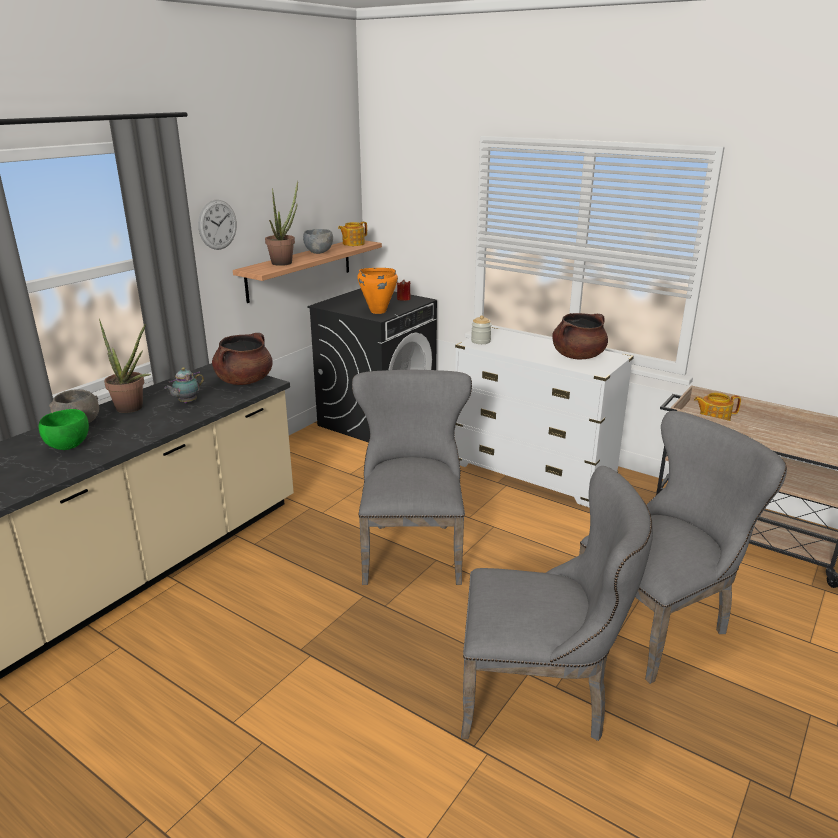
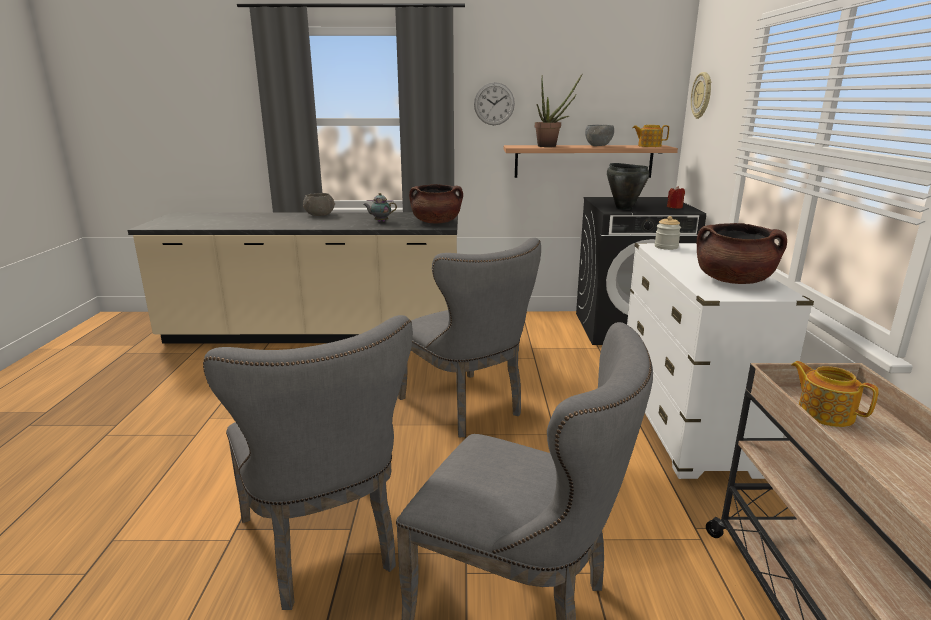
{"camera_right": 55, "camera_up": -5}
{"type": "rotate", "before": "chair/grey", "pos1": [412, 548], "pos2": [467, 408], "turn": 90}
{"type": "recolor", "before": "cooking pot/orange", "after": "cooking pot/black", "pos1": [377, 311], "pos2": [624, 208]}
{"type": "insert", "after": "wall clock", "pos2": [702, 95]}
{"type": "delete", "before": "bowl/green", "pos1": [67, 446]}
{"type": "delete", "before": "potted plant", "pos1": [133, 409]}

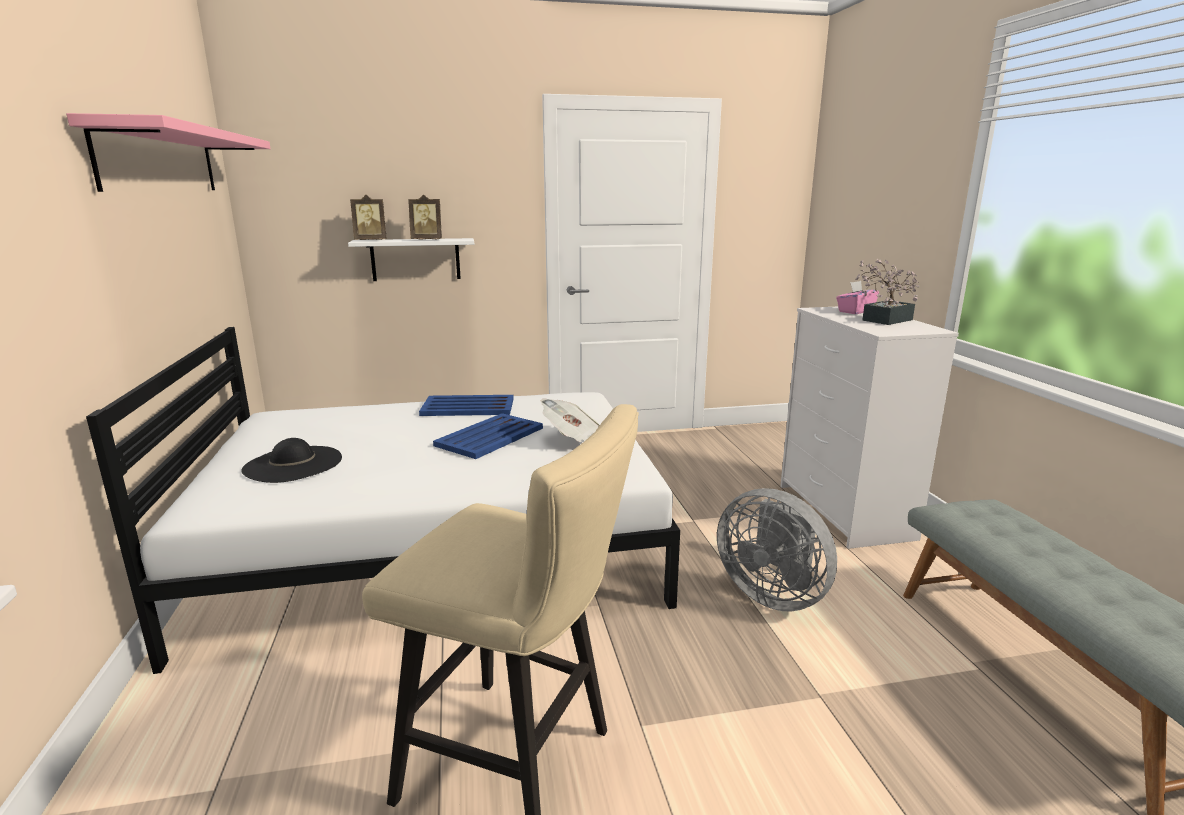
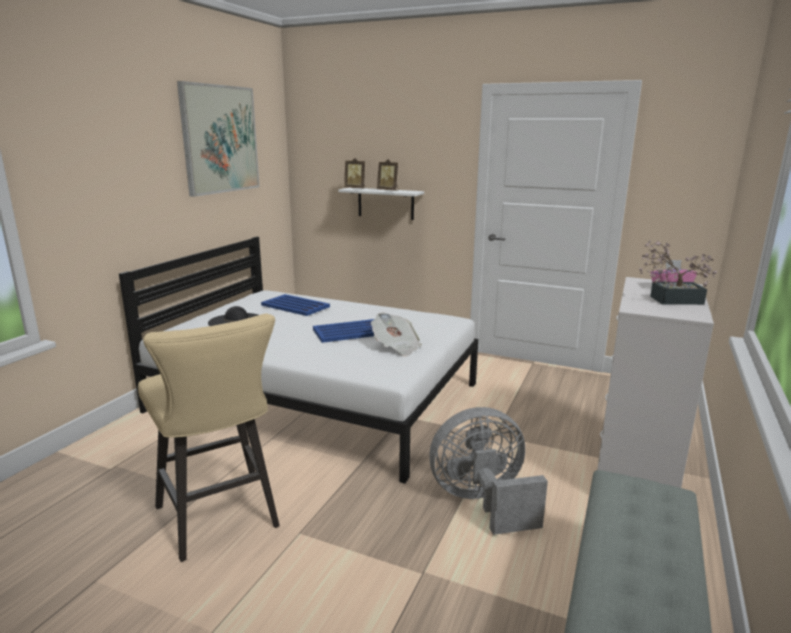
{"camera_right": 35, "camera_up": 0}
{"type": "replace", "before": "shelf/pink", "after": "picture", "pos1": [160, 160], "pos2": [220, 139]}
{"type": "move", "before": "tray/blue", "pos1": [469, 407], "pos2": [295, 306]}
{"type": "rotate", "before": "fan/grey", "pos1": [772, 594], "pos2": [482, 502], "turn": 90}

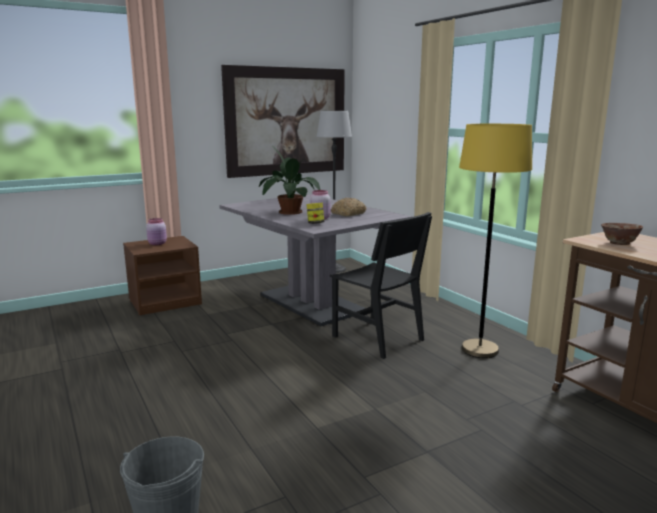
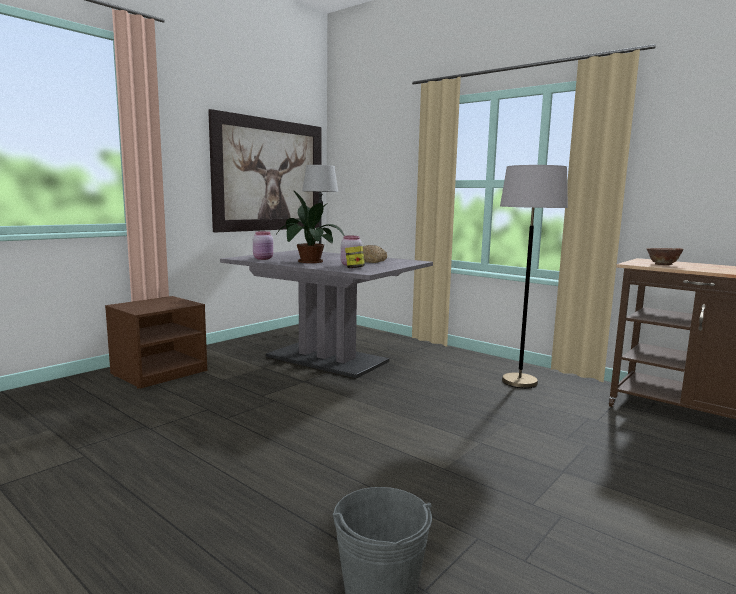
{"camera_right": -20, "camera_up": -5}
{"type": "move", "before": "jar/pink", "pos1": [158, 244], "pos2": [263, 259]}
{"type": "recolor", "before": "floor lamp/yellow", "after": "floor lamp/grey", "pos1": [479, 350], "pos2": [519, 382]}
{"type": "delete", "before": "chair/black", "pos1": [377, 338]}

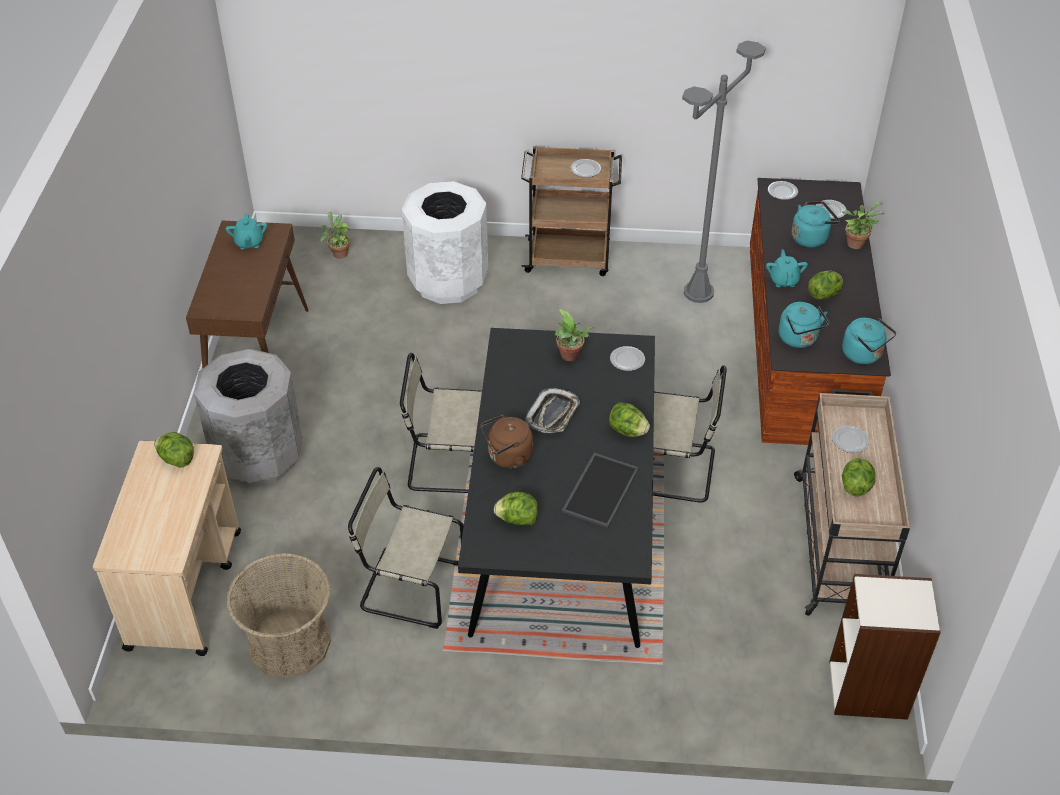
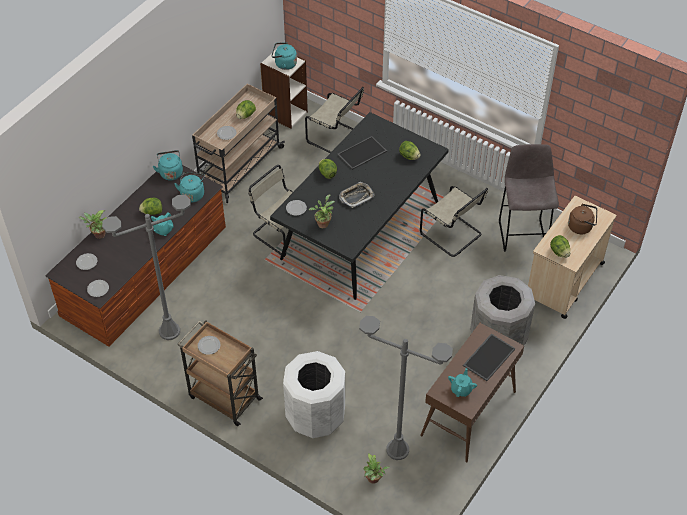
{"camera_right": -150, "camera_up": 5}
{"type": "move", "before": "kettle/turquoise", "pos1": [811, 237], "pos2": [284, 64]}
{"type": "move", "before": "chair/beige", "pos1": [446, 463], "pos2": [336, 139]}
{"type": "insert", "after": "floor lamp/grey", "pos2": [397, 449]}
{"type": "insert", "after": "tray", "pos2": [488, 356]}
{"type": "replace", "before": "basket", "after": "stool/grey", "pos1": [289, 643], "pos2": [522, 233]}
{"type": "move", "before": "kettle/brown", "pos1": [507, 457], "pos2": [581, 227]}

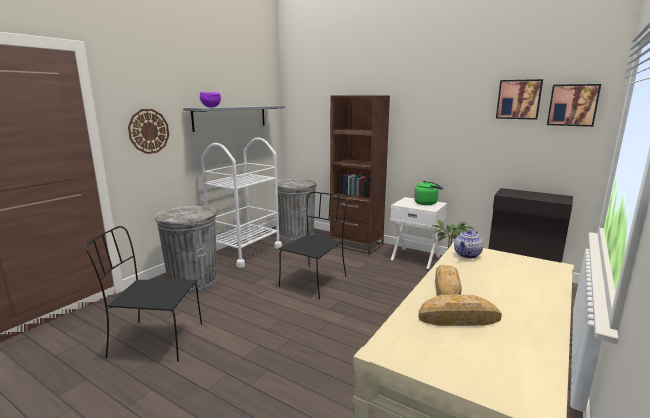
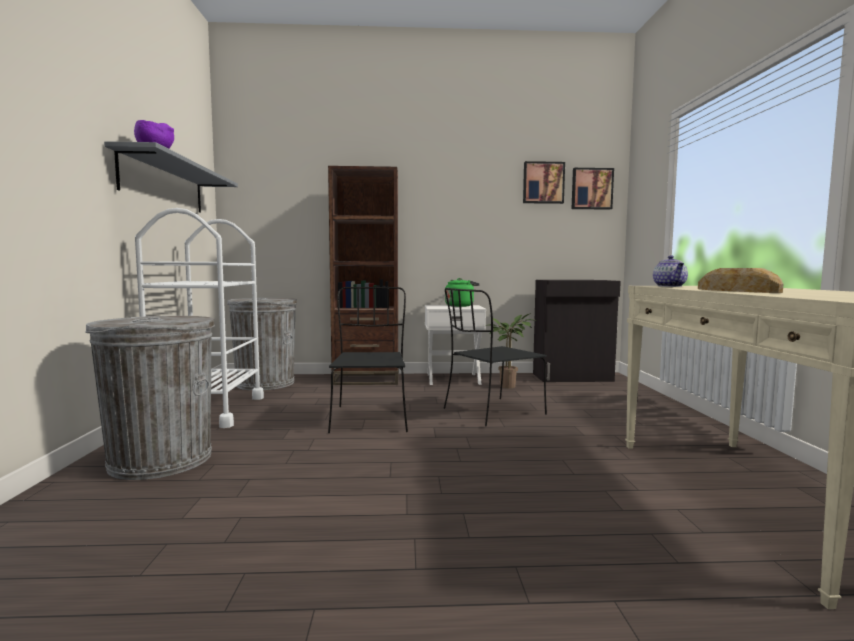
{"camera_right": -35, "camera_up": -10}
{"type": "move", "before": "chair/black", "pos1": [154, 340], "pos2": [491, 412]}
{"type": "delete", "before": "wall clock", "pos1": [149, 131]}
{"type": "delete", "before": "bread", "pos1": [459, 318]}

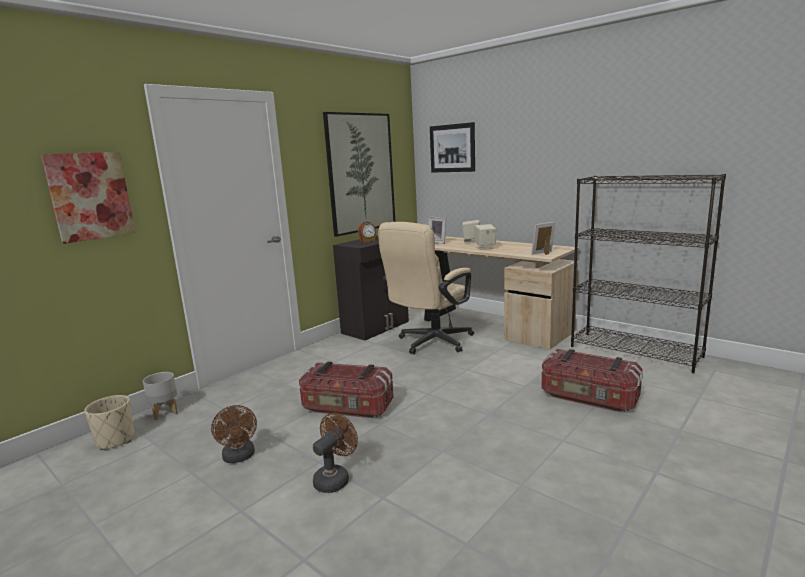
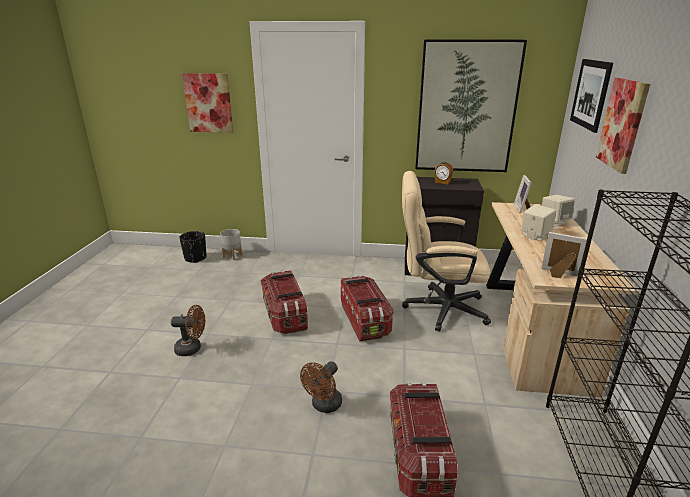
{"camera_right": 55, "camera_up": 10}
{"type": "recolor", "before": "planter/beige", "after": "planter/black", "pos1": [115, 440], "pos2": [195, 258]}
{"type": "move", "before": "fan/brown", "pos1": [239, 457], "pos2": [324, 406]}
{"type": "insert", "after": "storage box", "pos2": [364, 320]}
{"type": "insert", "after": "picture", "pos2": [622, 124]}

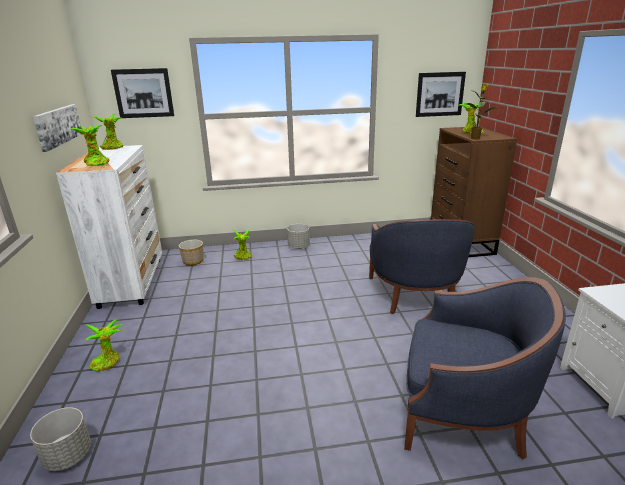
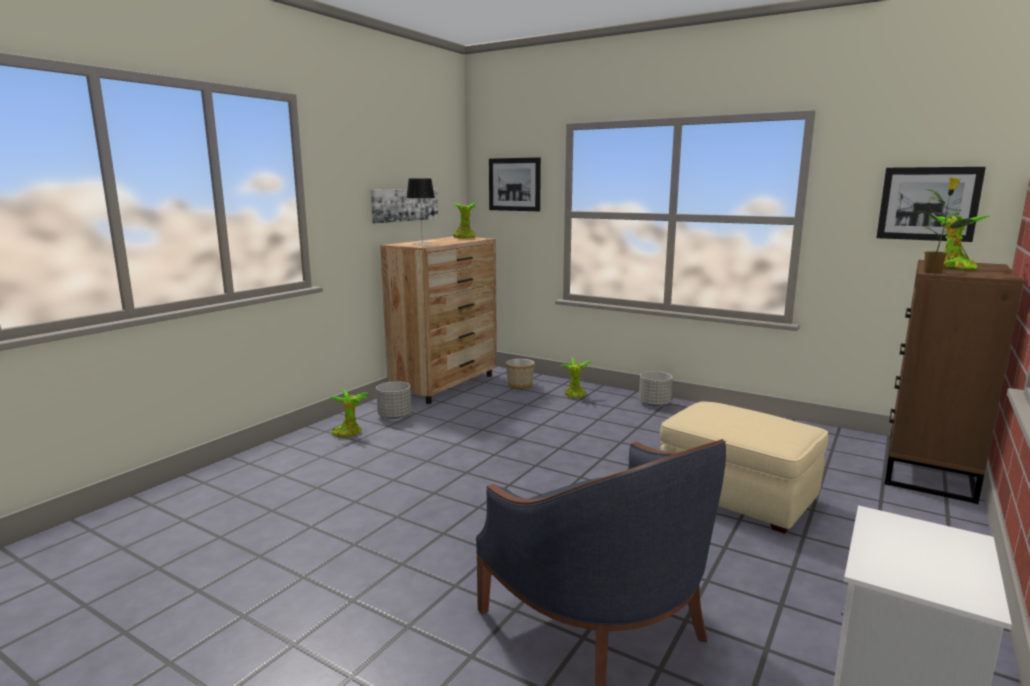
{"camera_right": 40, "camera_up": -10}
{"type": "move", "before": "planter/grey", "pos1": [68, 455], "pos2": [394, 416]}
{"type": "recolor", "before": "dresser/white", "after": "dresser/brown", "pos1": [132, 281], "pos2": [445, 385]}
{"type": "replace", "before": "potted plant", "after": "table lamp", "pos1": [96, 163], "pos2": [422, 243]}
{"type": "replace", "before": "armchair/blue", "after": "ottoman/beige", "pos1": [415, 294], "pos2": [735, 496]}

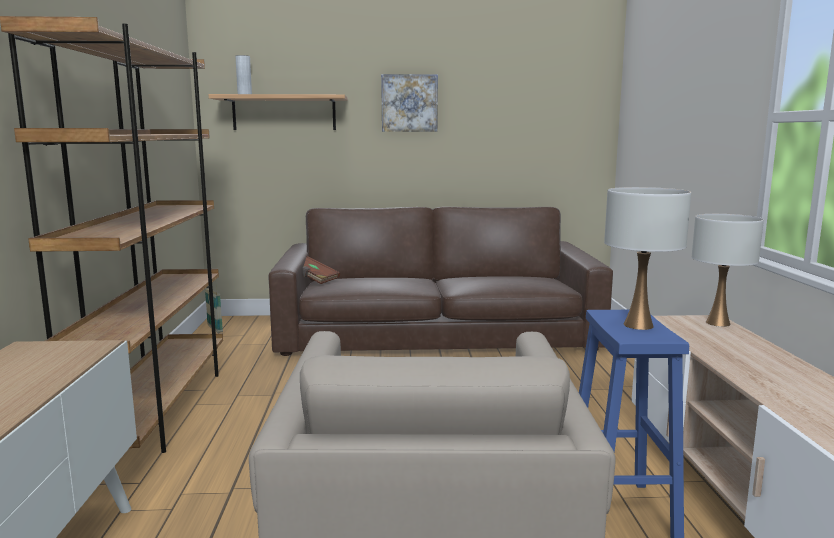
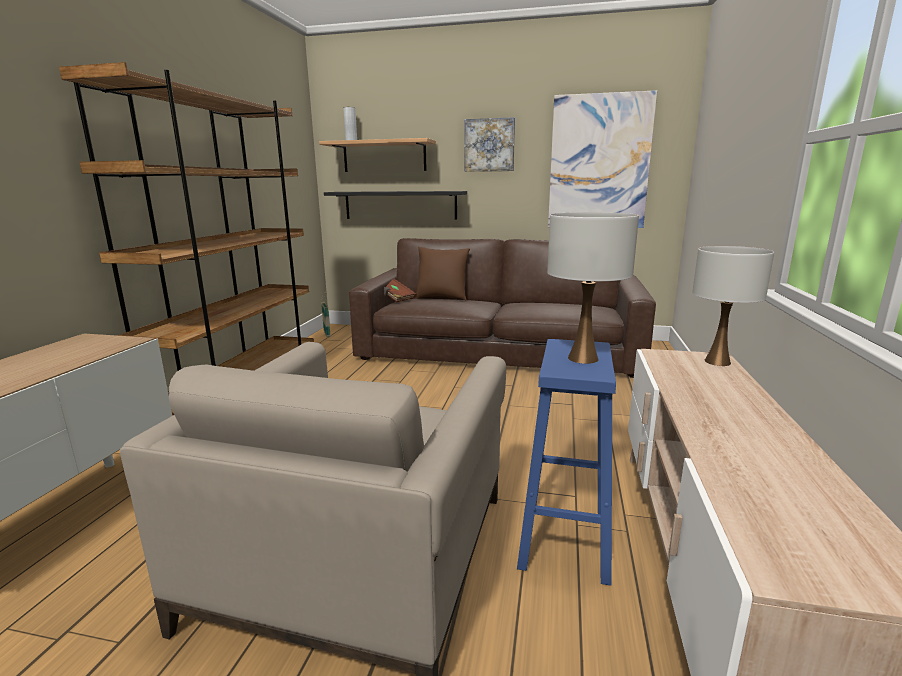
{"camera_right": 15, "camera_up": 5}
{"type": "insert", "after": "shelf/black", "pos2": [400, 205]}
{"type": "insert", "after": "pillow/brown", "pos2": [442, 298]}
{"type": "insert", "after": "picture", "pos2": [599, 162]}

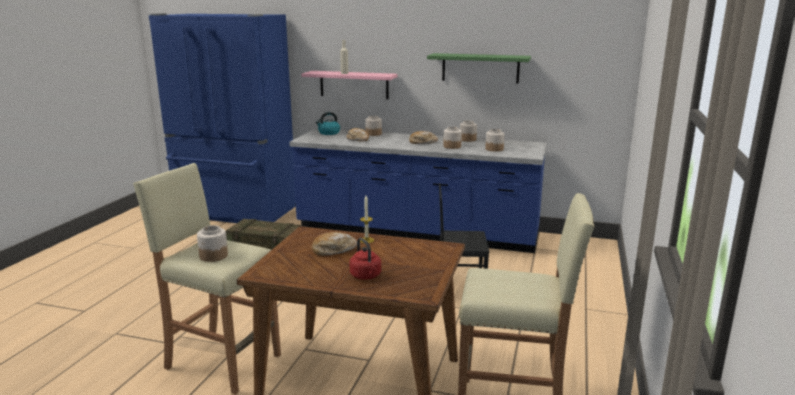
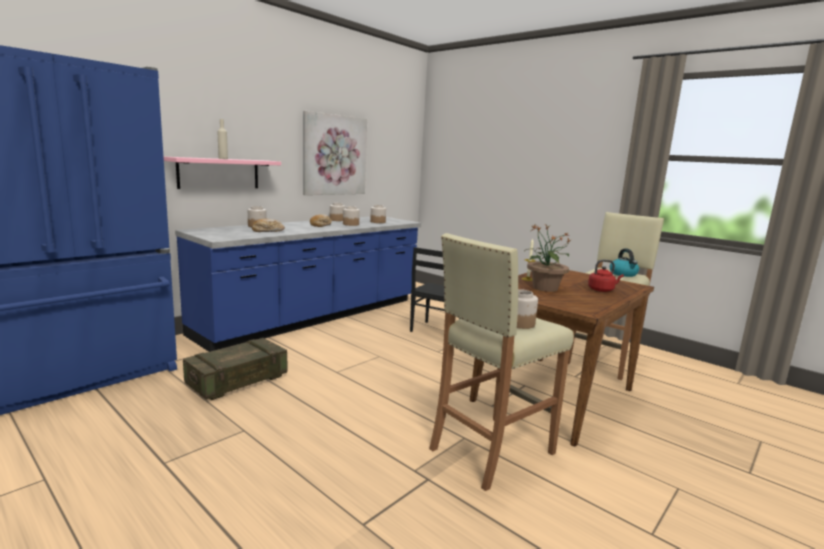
{"camera_right": -65, "camera_up": -5}
{"type": "replace", "before": "shelf/green", "after": "picture", "pos1": [480, 68], "pos2": [334, 155]}
{"type": "replace", "before": "bread", "after": "potted plant", "pos1": [334, 250], "pos2": [544, 288]}
{"type": "move", "before": "kettle", "pos1": [328, 133], "pos2": [623, 274]}

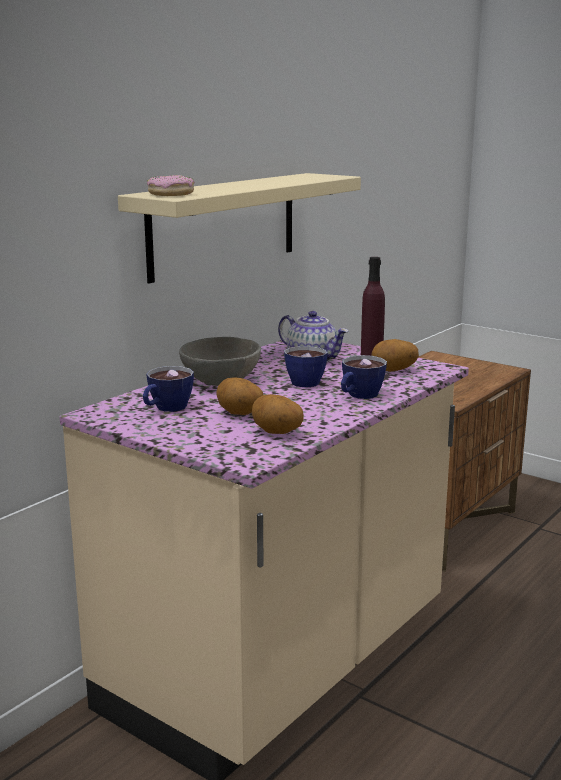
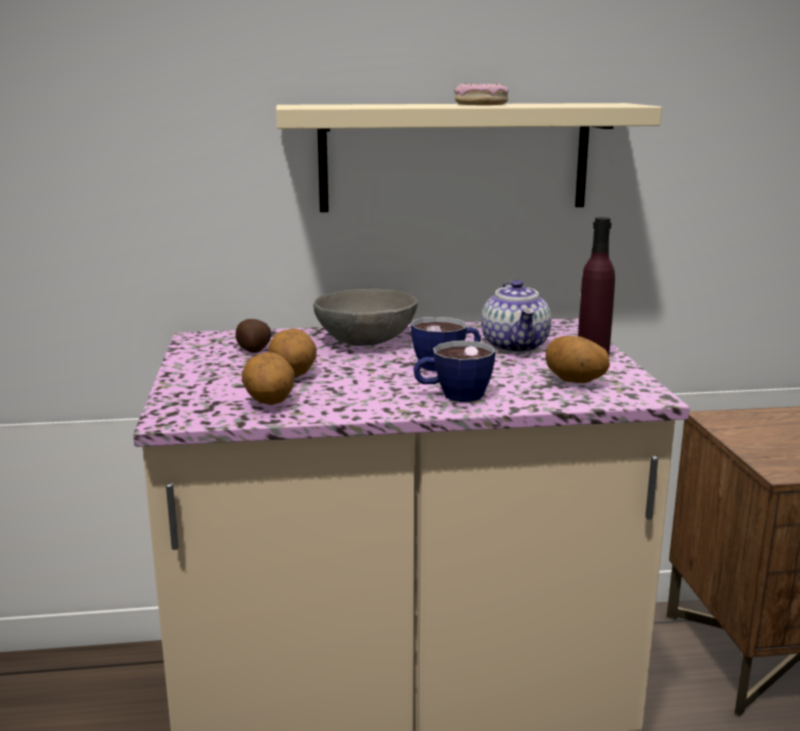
{"camera_right": 45, "camera_up": 0}
{"type": "replace", "before": "cup", "after": "potato", "pos1": [166, 409], "pos2": [254, 351]}
{"type": "move", "before": "donut", "pos1": [171, 194], "pos2": [481, 104]}

